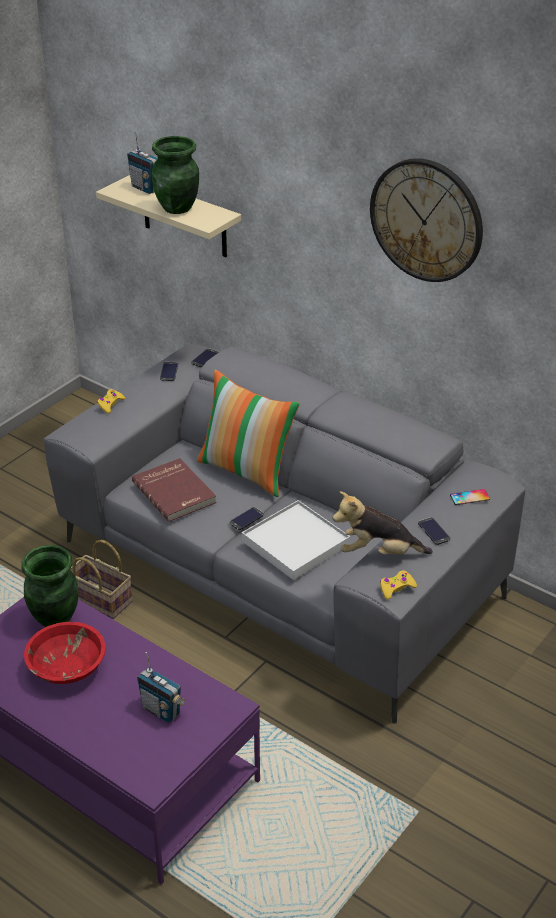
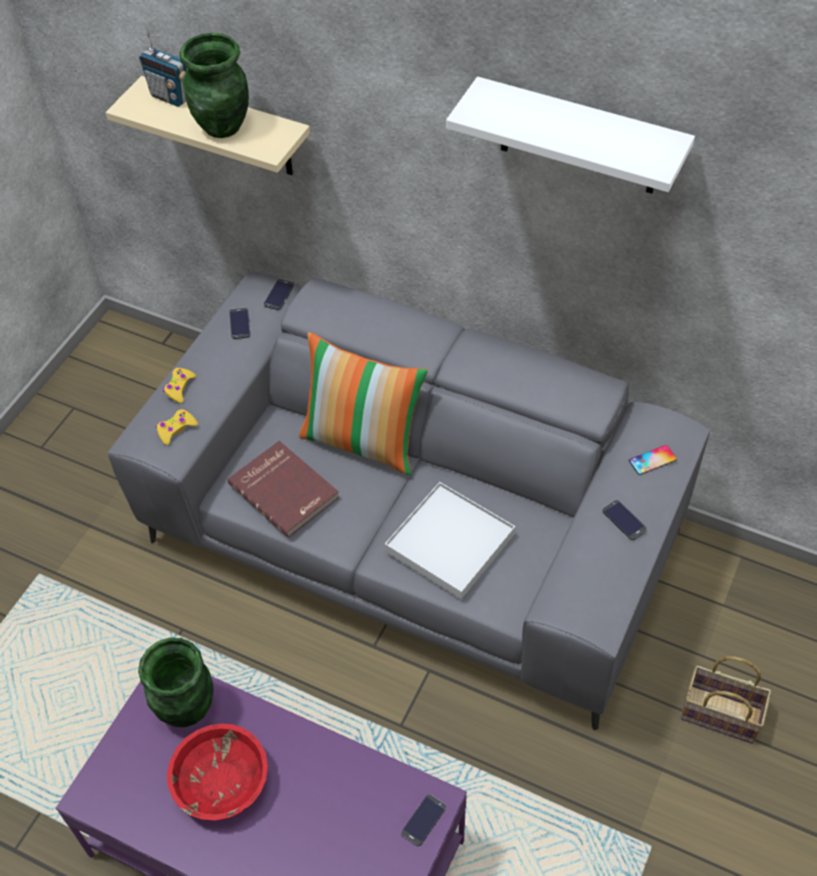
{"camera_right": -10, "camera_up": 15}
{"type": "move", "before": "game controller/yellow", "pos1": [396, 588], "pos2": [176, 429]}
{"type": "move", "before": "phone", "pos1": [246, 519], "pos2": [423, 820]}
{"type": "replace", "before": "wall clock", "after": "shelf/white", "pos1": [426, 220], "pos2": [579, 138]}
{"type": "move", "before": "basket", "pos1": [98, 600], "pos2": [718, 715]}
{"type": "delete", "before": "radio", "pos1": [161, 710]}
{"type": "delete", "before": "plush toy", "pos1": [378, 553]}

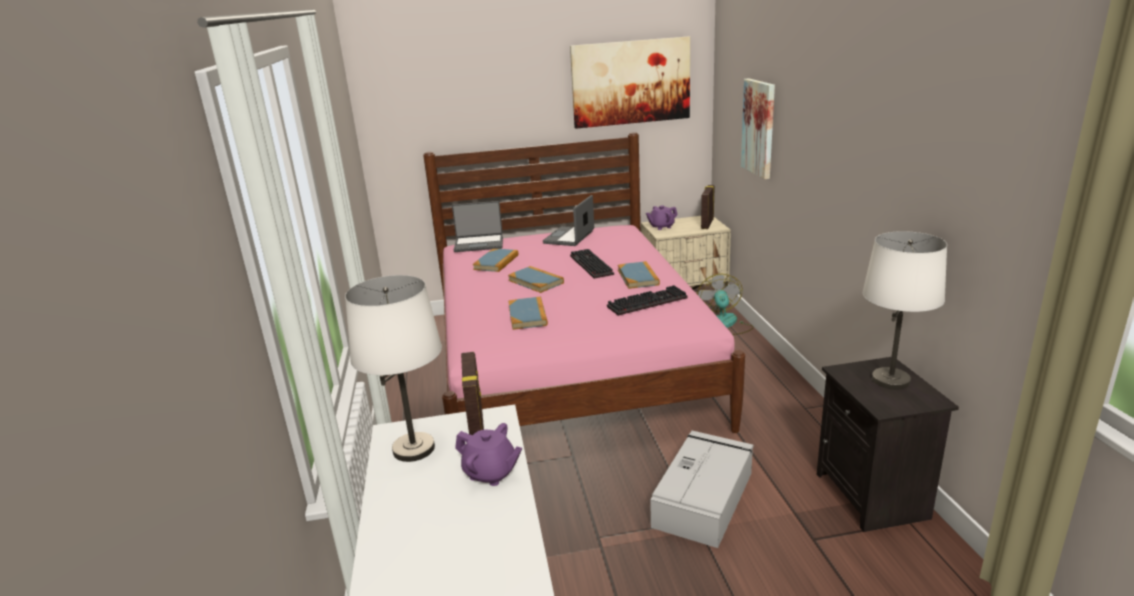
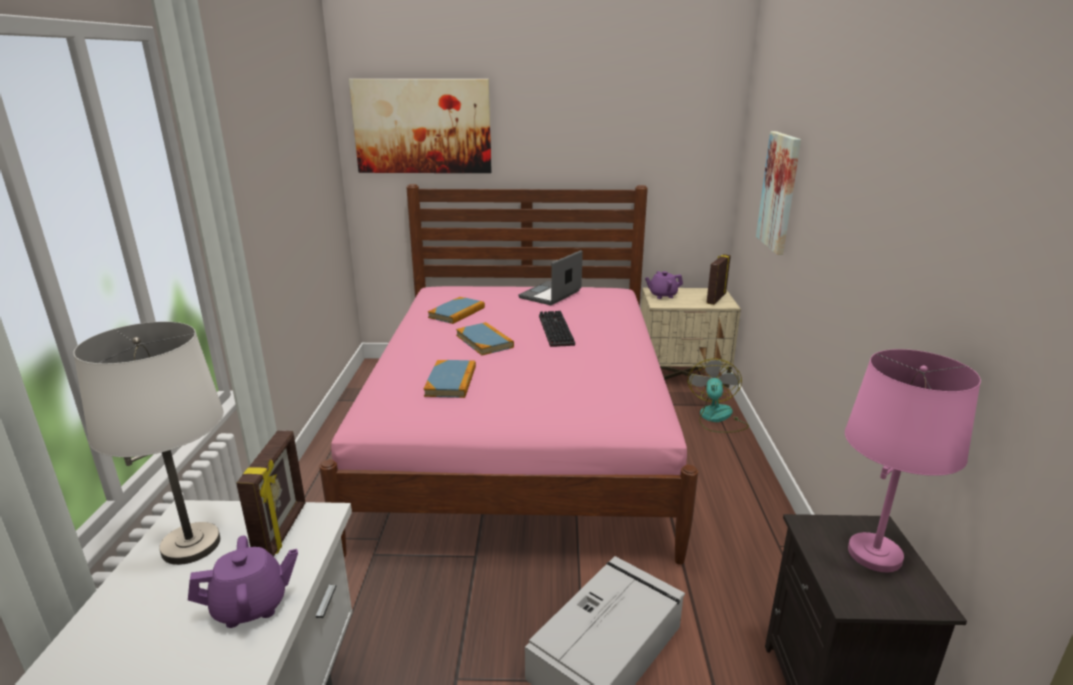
{"camera_right": 10, "camera_up": 0}
{"type": "rotate", "before": "teapot/purple", "pos1": [491, 473], "pos2": [251, 606], "turn": -60}
{"type": "move", "before": "picture", "pos1": [631, 82], "pos2": [422, 126]}
{"type": "recolor", "before": "table lamp/white", "after": "table lamp/pink", "pos1": [890, 380], "pos2": [873, 554]}
{"type": "delete", "before": "laptop", "pos1": [479, 244]}
{"type": "delete", "before": "keyboard", "pos1": [647, 302]}
{"type": "delete", "before": "book", "pos1": [638, 277]}

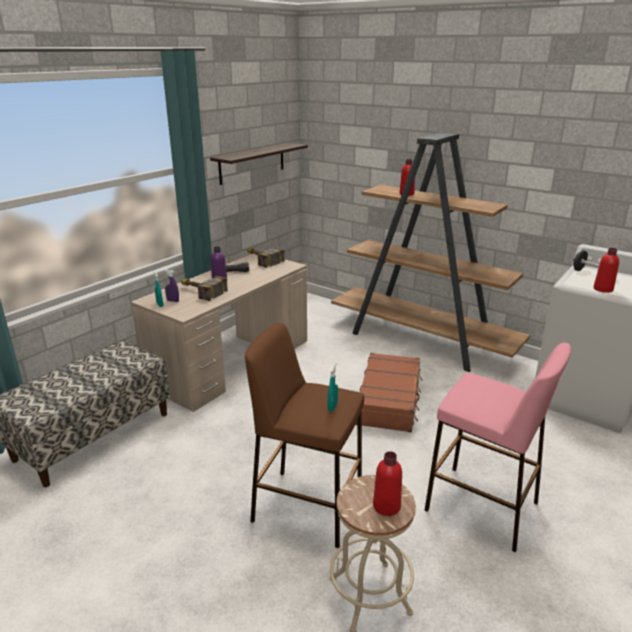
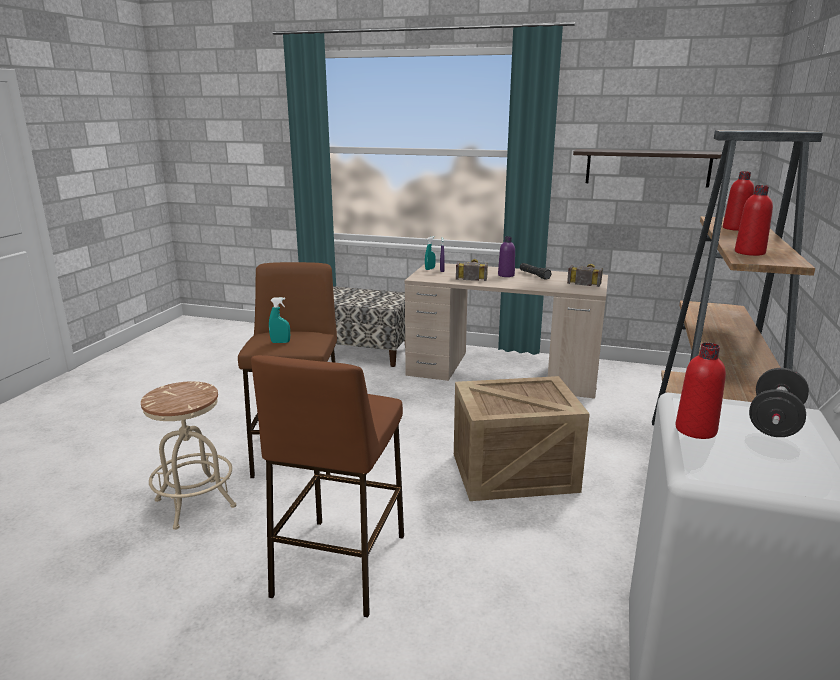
{"camera_right": 70, "camera_up": -5}
{"type": "recolor", "before": "stool/pink", "after": "stool/brown", "pos1": [482, 507], "pos2": [340, 565]}
{"type": "replace", "before": "suitcase/brown", "after": "crate", "pos1": [389, 400], "pos2": [515, 471]}
{"type": "move", "before": "bottle/red", "pos1": [386, 506], "pos2": [749, 252]}

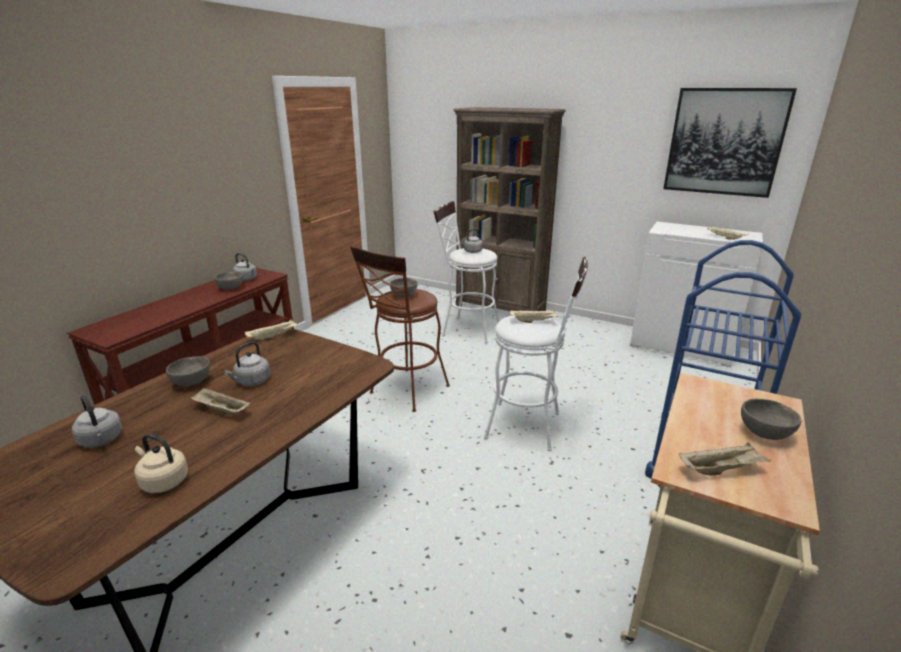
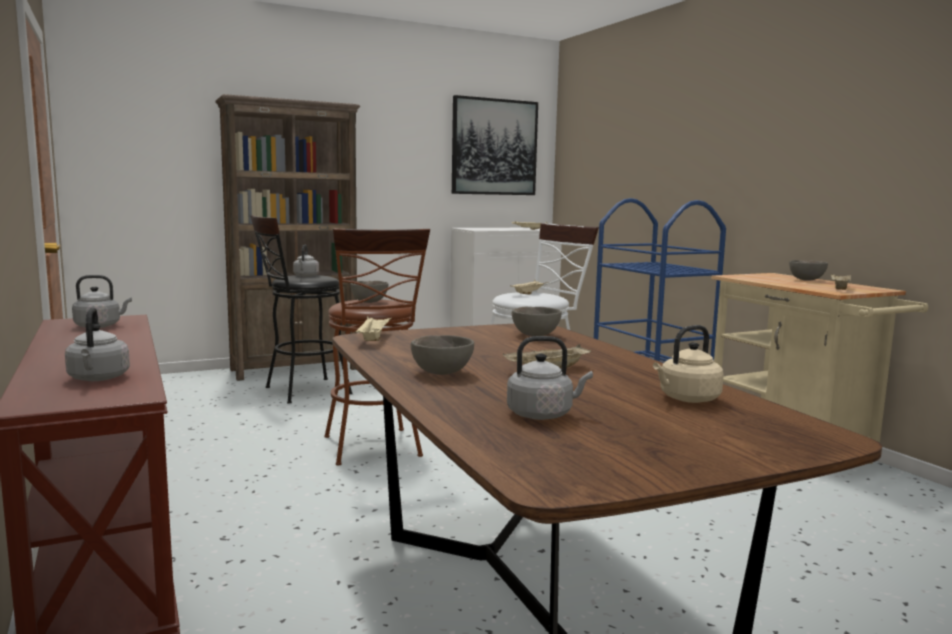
{"camera_right": -55, "camera_up": -15}
{"type": "move", "before": "kettle/grey", "pos1": [251, 381], "pos2": [98, 378]}
{"type": "recolor", "before": "stool/white", "after": "stool/black", "pos1": [466, 329], "pos2": [301, 391]}
{"type": "move", "before": "bowl/grey", "pos1": [231, 288], "pos2": [535, 335]}

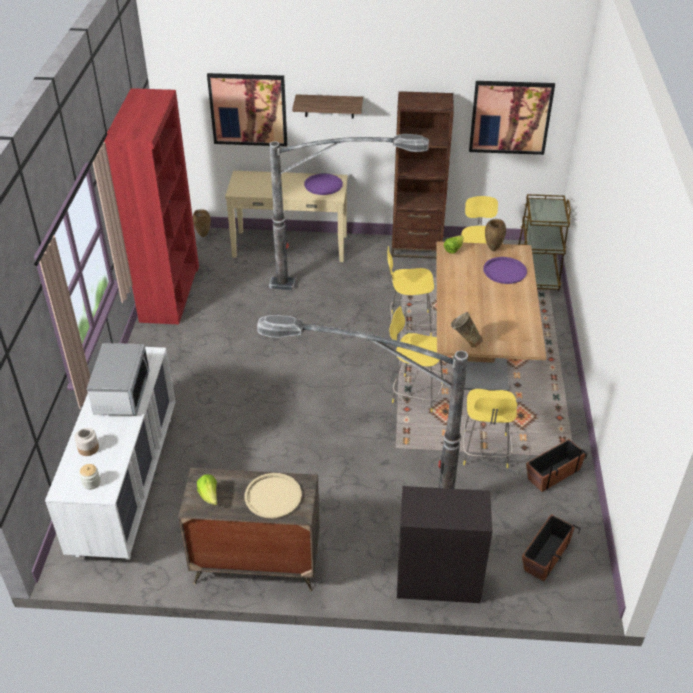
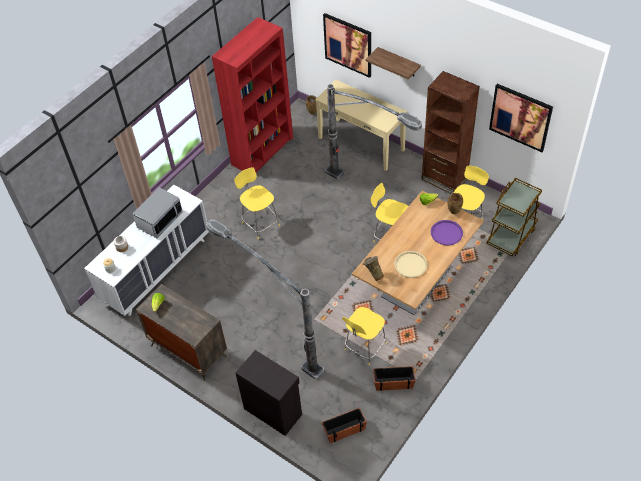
{"camera_right": 35, "camera_up": 10}
{"type": "move", "before": "stool/yellow", "pos1": [415, 393], "pos2": [260, 223]}
{"type": "move", "before": "tray/beige", "pos1": [273, 496], "pos2": [410, 265]}
{"type": "delete", "before": "tray/purple", "pos1": [323, 185]}

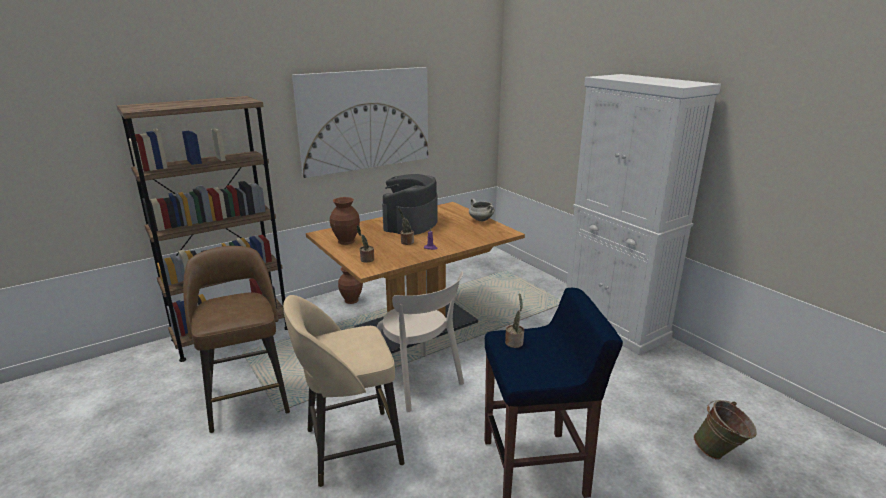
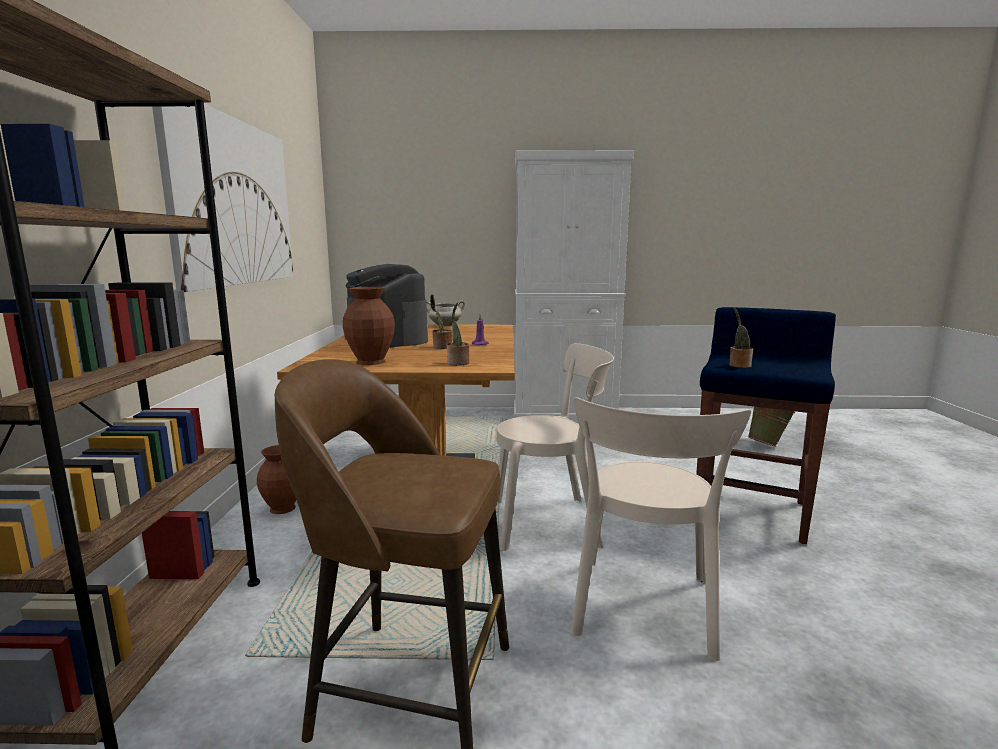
{"camera_right": -55, "camera_up": -10}
{"type": "replace", "before": "stool/beige", "after": "chair/beige", "pos1": [350, 447], "pos2": [643, 611]}

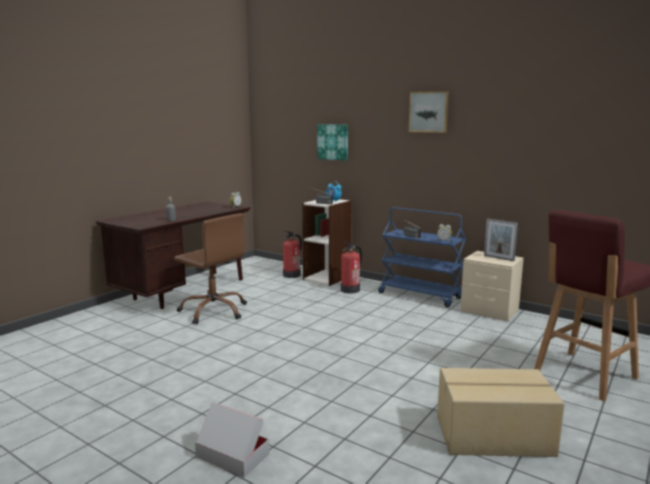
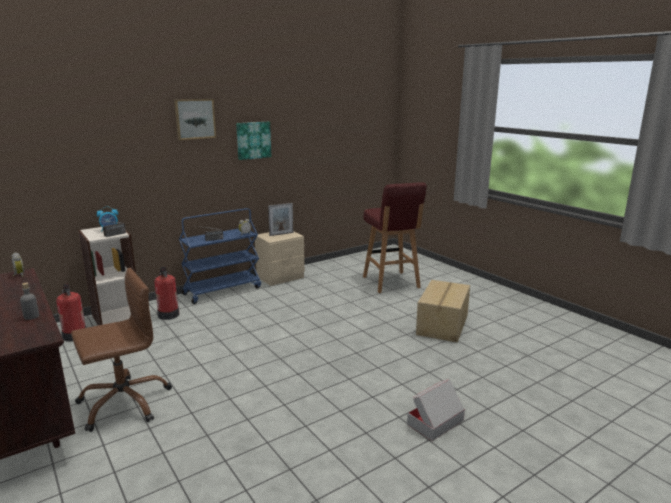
{"camera_right": -70, "camera_up": 5}
{"type": "move", "before": "picture", "pos1": [333, 142], "pos2": [253, 140]}

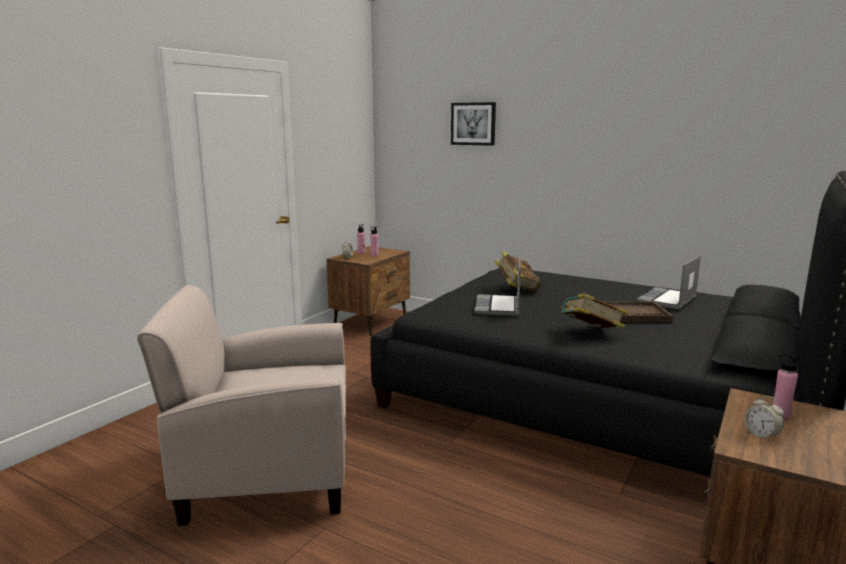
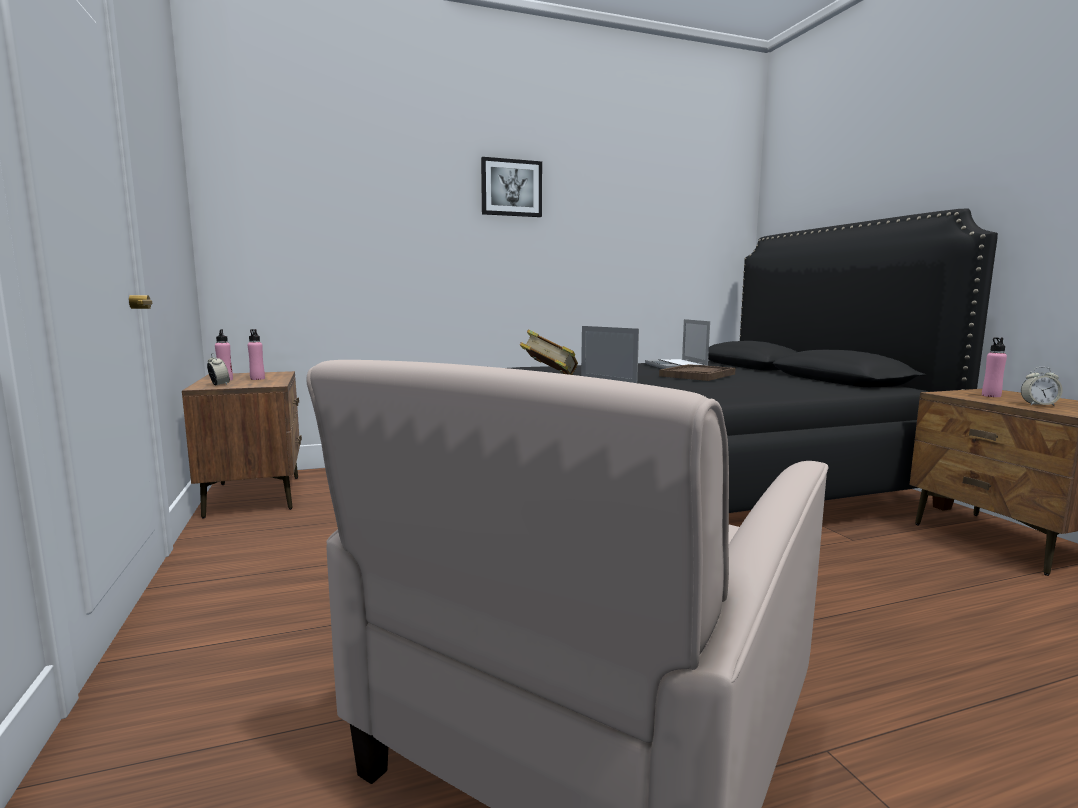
{"camera_right": -50, "camera_up": -5}
{"type": "move", "before": "picture", "pos1": [473, 124], "pos2": [511, 188]}
{"type": "delete", "before": "book", "pos1": [590, 333]}

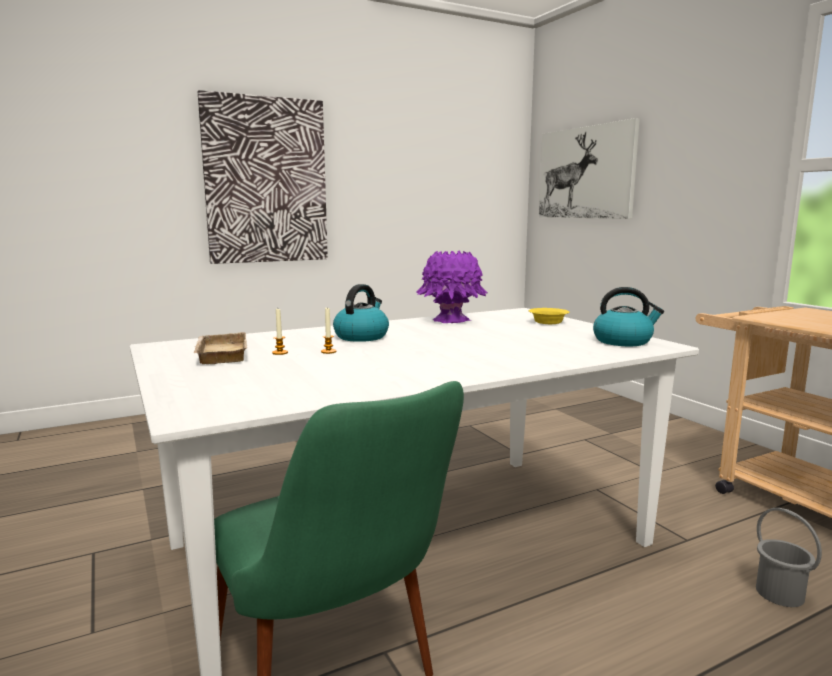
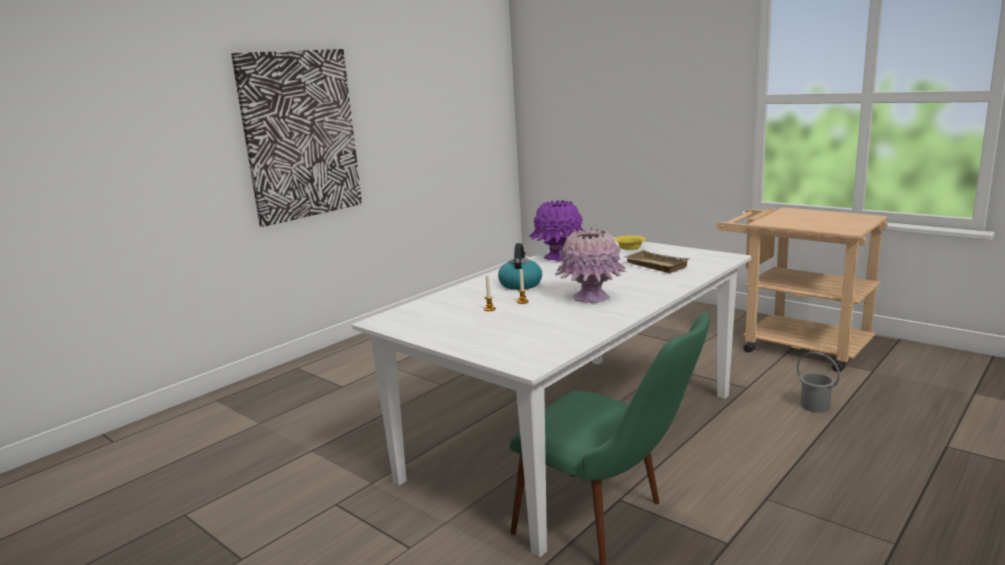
{"camera_right": -20, "camera_up": 5}
{"type": "insert", "after": "vase/pink", "pos2": [591, 297]}
{"type": "move", "before": "tray/beige", "pos1": [219, 354], "pos2": [654, 266]}
{"type": "delete", "before": "picture", "pos1": [585, 173]}
{"type": "delete", "before": "kettle", "pos1": [623, 341]}

